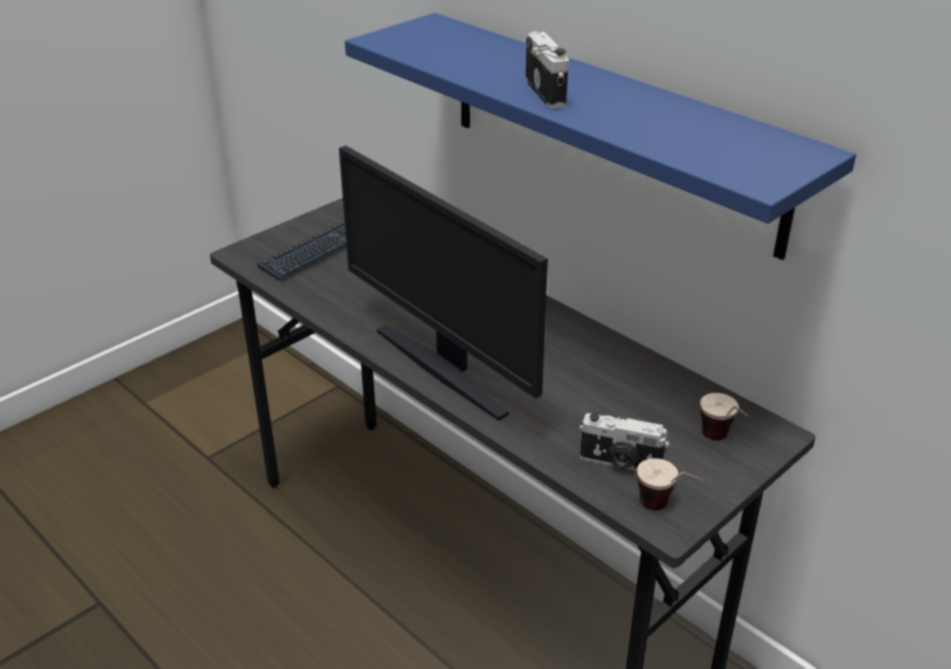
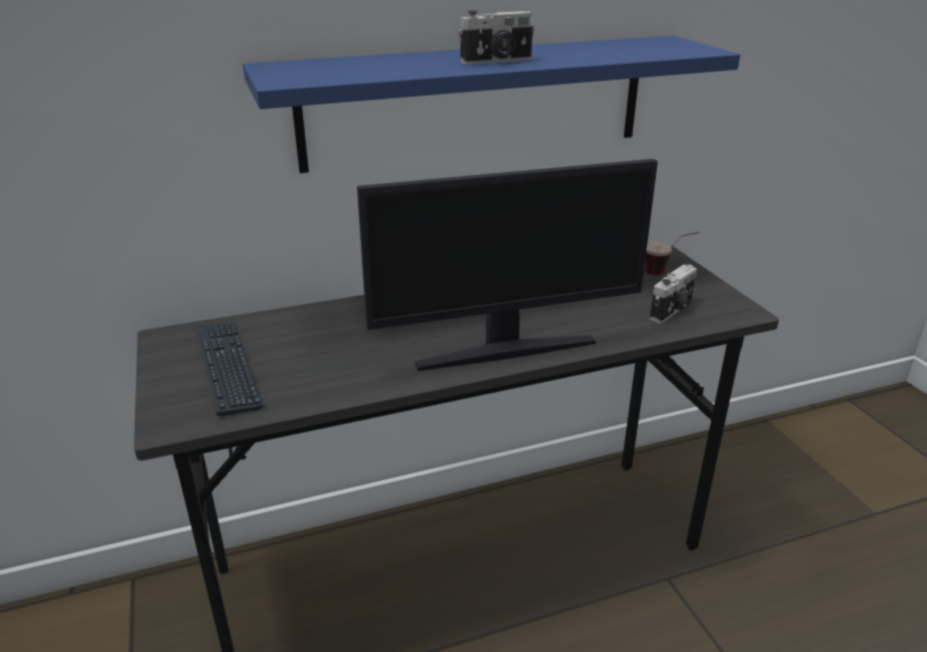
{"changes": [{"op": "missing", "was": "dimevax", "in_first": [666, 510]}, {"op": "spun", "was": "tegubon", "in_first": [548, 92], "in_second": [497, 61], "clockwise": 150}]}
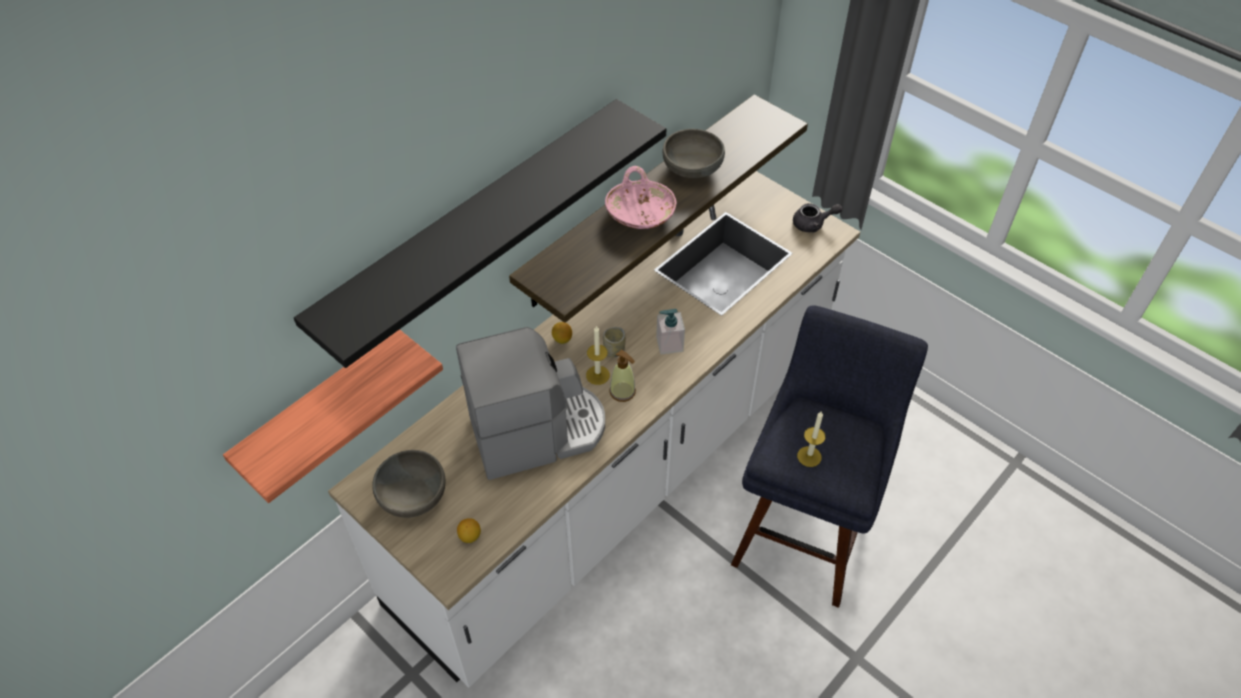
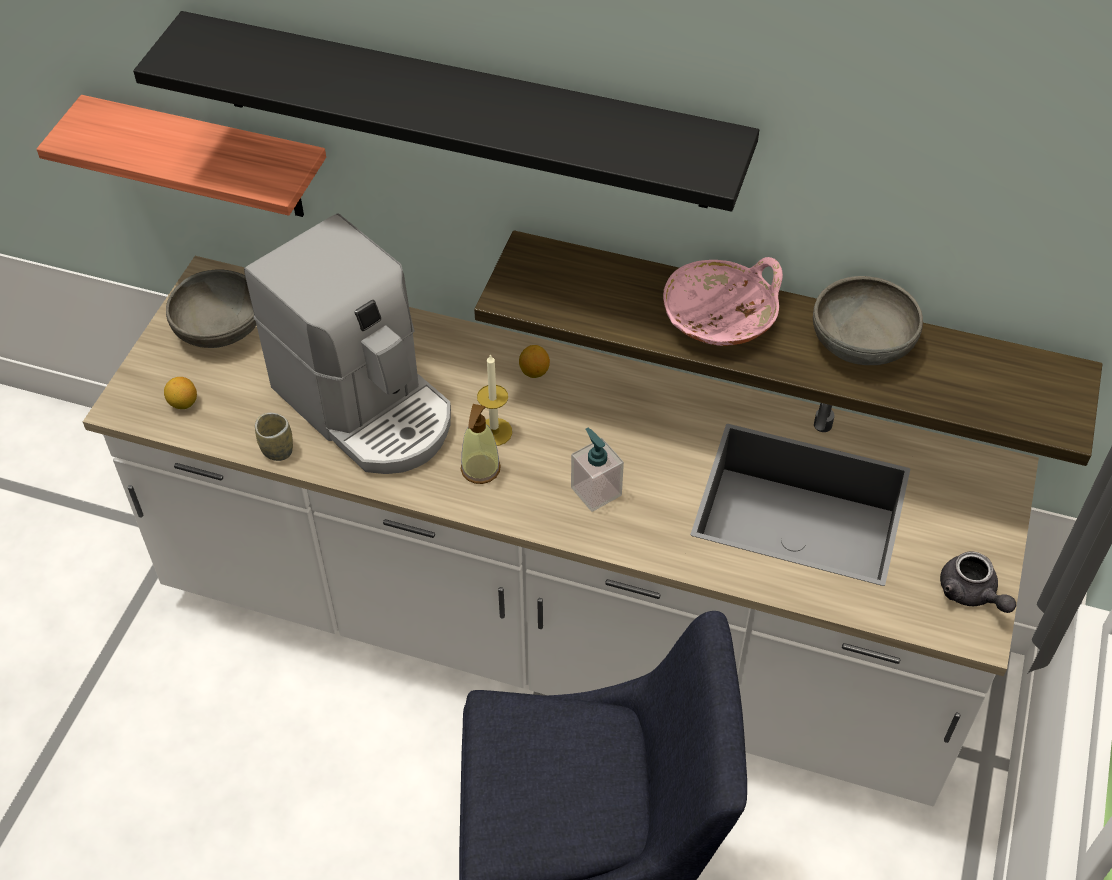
{"changes": [{"op": "missing", "was": "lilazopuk", "in_first": [809, 456]}, {"op": "relocated", "was": "dimevax", "in_first": [614, 351], "in_second": [277, 450]}]}
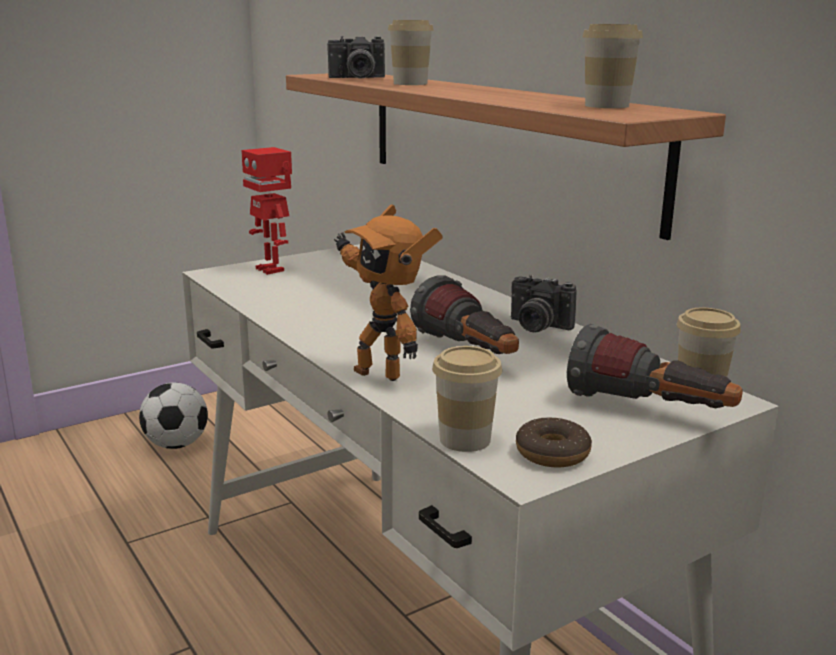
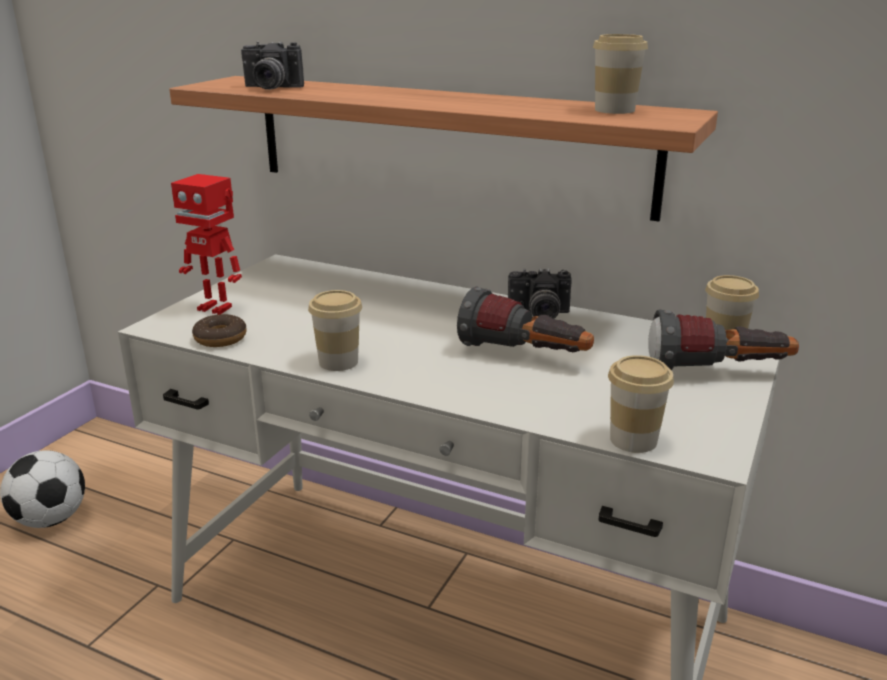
{"changes": [{"op": "missing", "was": "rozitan", "in_first": [380, 372]}, {"op": "relocated", "was": "dimevax", "in_first": [410, 83], "in_second": [338, 362]}, {"op": "relocated", "was": "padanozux", "in_first": [552, 453], "in_second": [220, 338]}, {"op": "spun", "was": "tegubon", "in_first": [356, 78], "in_second": [270, 88], "clockwise": 45}]}
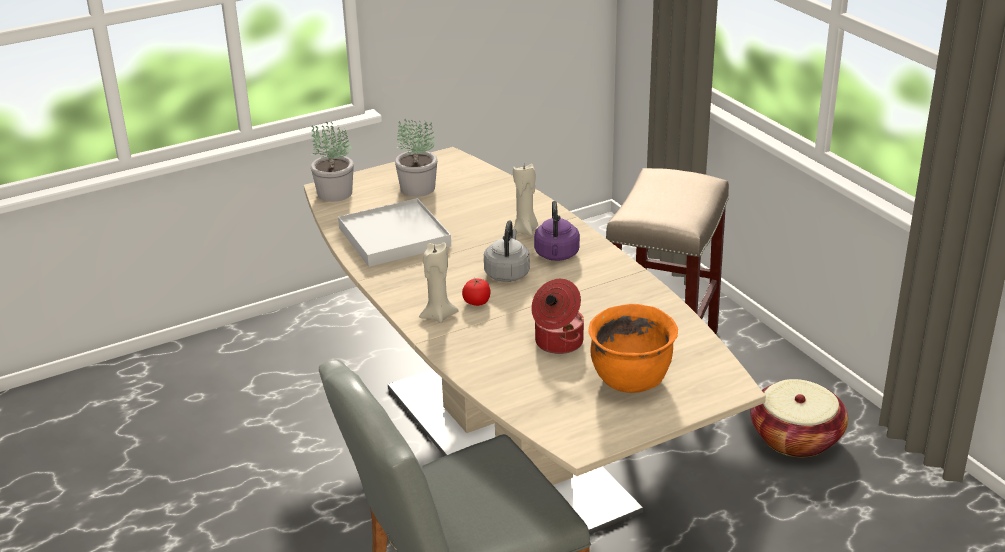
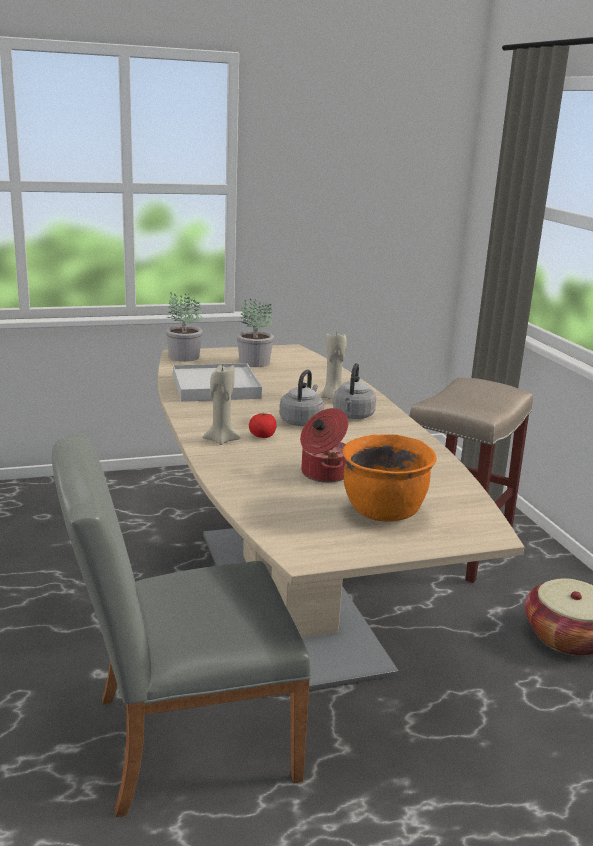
{"changes": [{"op": "colour", "was": "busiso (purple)", "now": "busiso (grey)", "in_first": [556, 255], "in_second": [353, 416]}]}
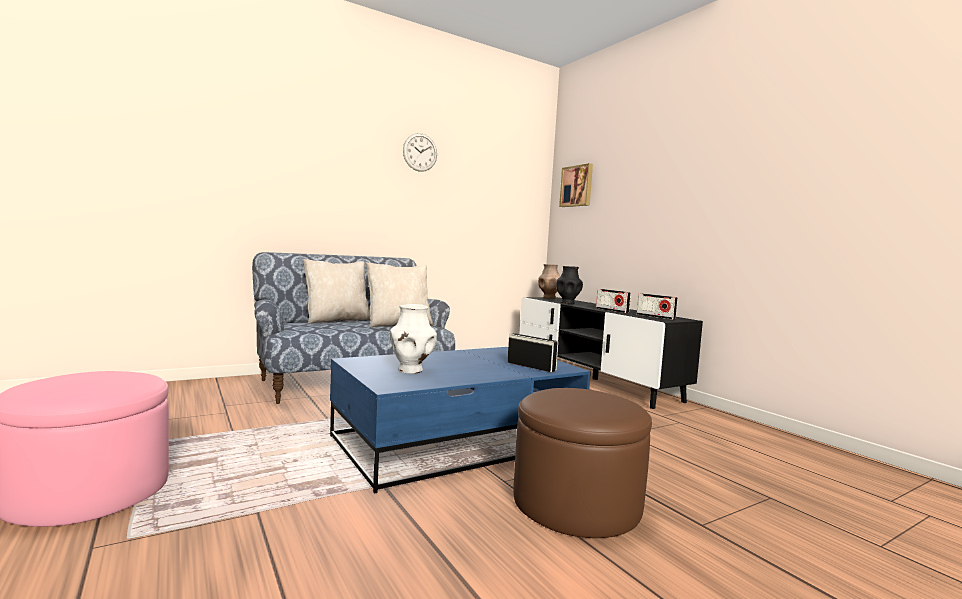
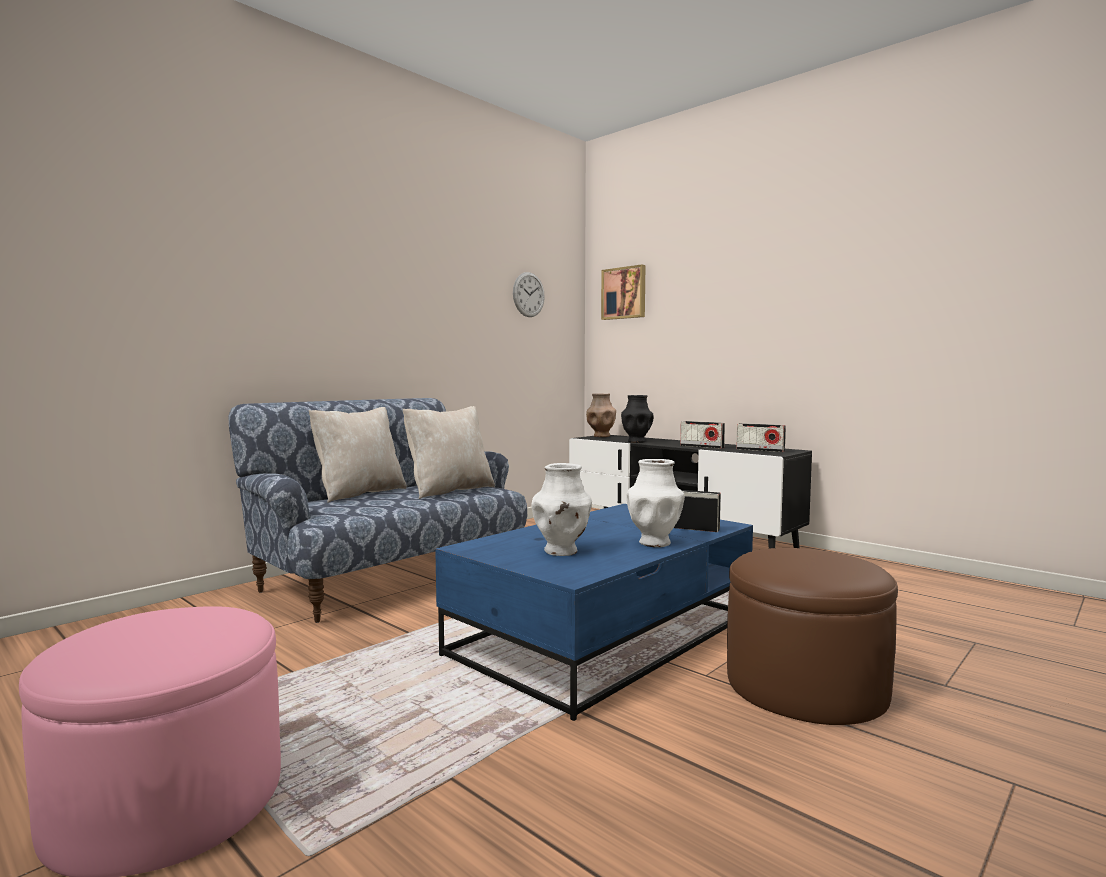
{"changes": [{"op": "appeared", "now": "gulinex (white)", "in_second": [654, 543]}, {"op": "relocated", "was": "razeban", "in_first": [420, 152], "in_second": [528, 294]}]}
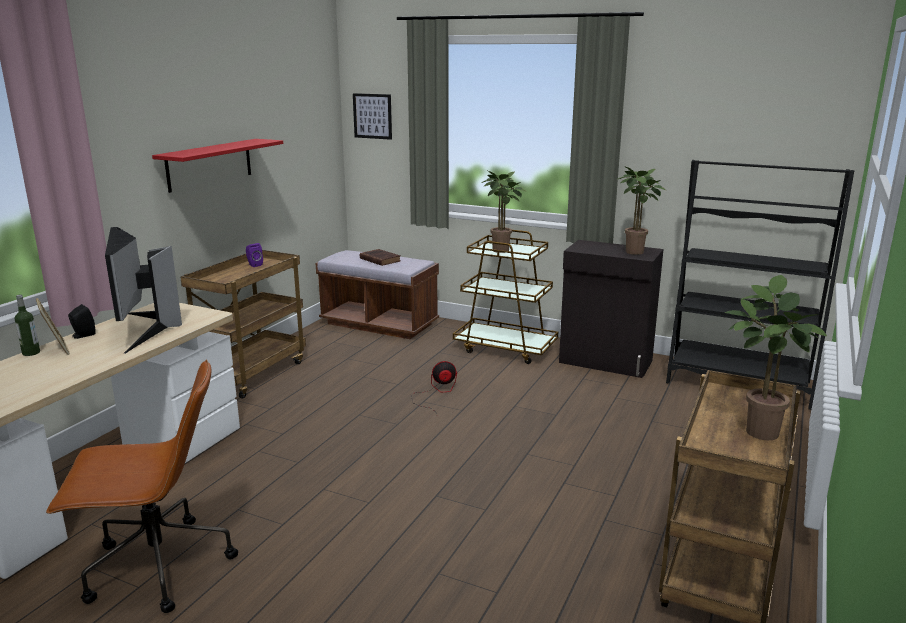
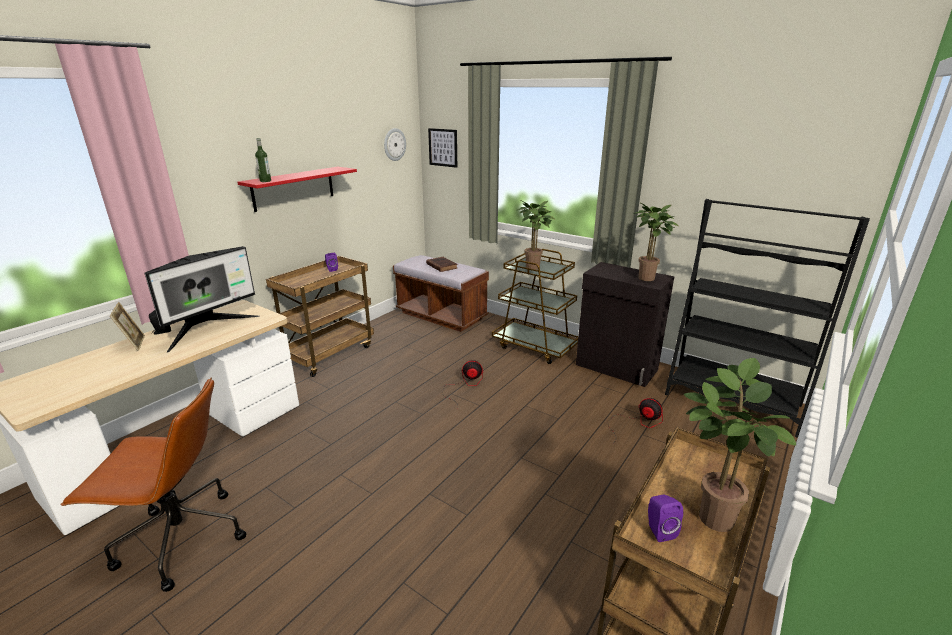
{"changes": [{"op": "appeared", "now": "razeban", "in_second": [394, 144]}, {"op": "appeared", "now": "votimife", "in_second": [636, 423]}, {"op": "appeared", "now": "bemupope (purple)", "in_second": [658, 530]}, {"op": "relocated", "was": "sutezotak", "in_first": [31, 353], "in_second": [265, 181]}, {"op": "spun", "was": "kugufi", "in_first": [143, 330], "in_second": [209, 329], "clockwise": -135}]}
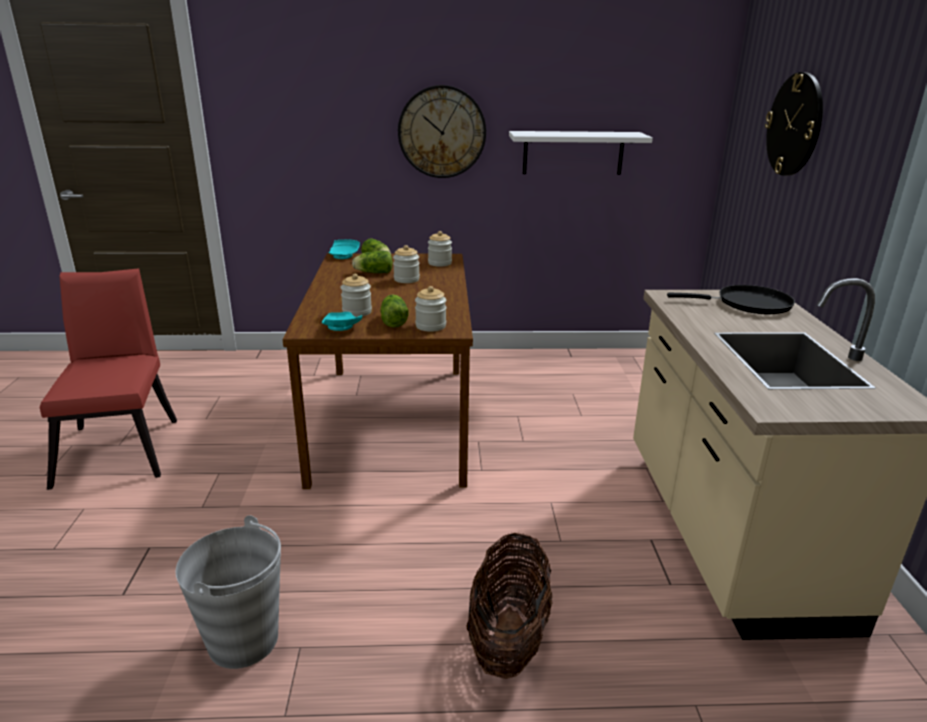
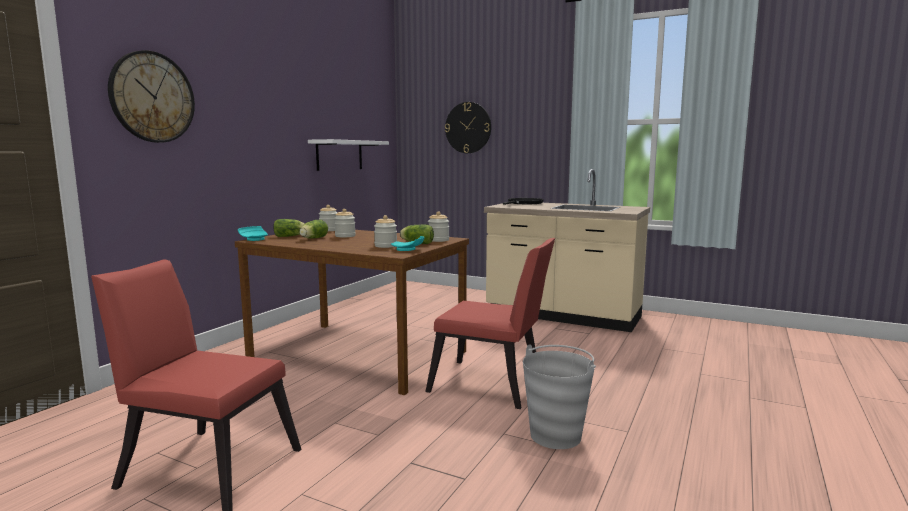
{"changes": [{"op": "missing", "was": "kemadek", "in_first": [508, 637]}, {"op": "appeared", "now": "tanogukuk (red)", "in_second": [493, 385]}, {"op": "relocated", "was": "razeban", "in_first": [442, 132], "in_second": [152, 97]}]}
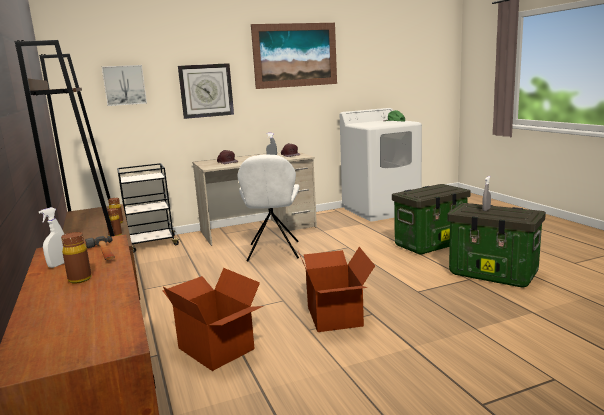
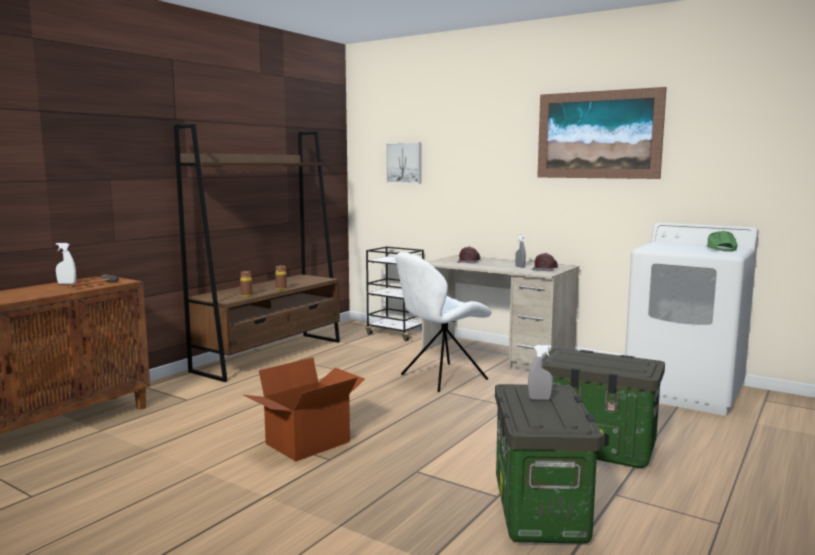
{"changes": [{"op": "missing", "was": "sutezotak (brown)", "in_first": [80, 279]}, {"op": "missing", "was": "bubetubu", "in_first": [217, 348]}, {"op": "missing", "was": "razeban", "in_first": [206, 90]}]}
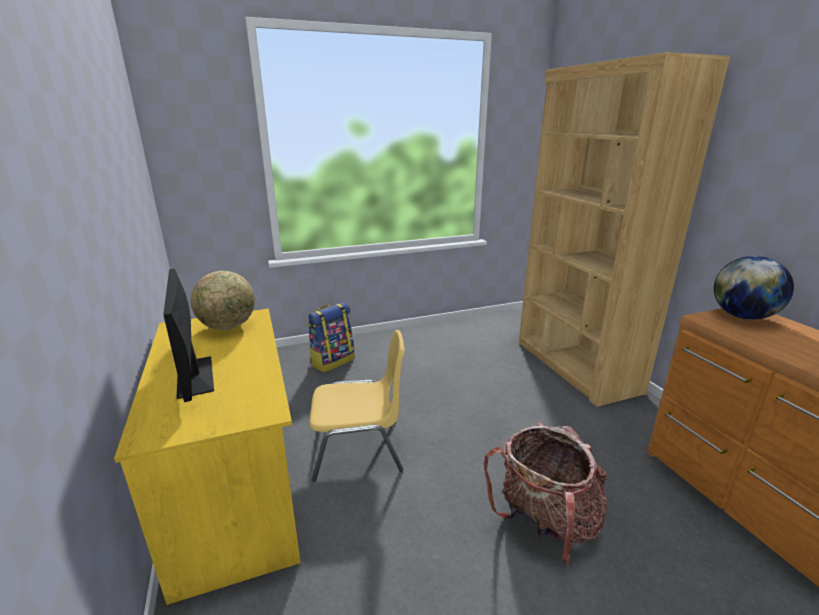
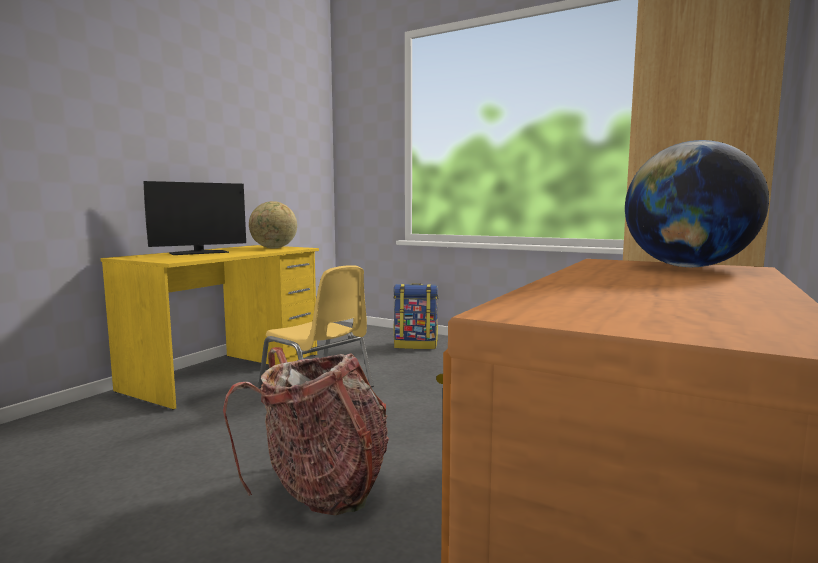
{"changes": [{"op": "spun", "was": "kugufi", "in_first": [195, 376], "in_second": [199, 253], "clockwise": -150}]}
